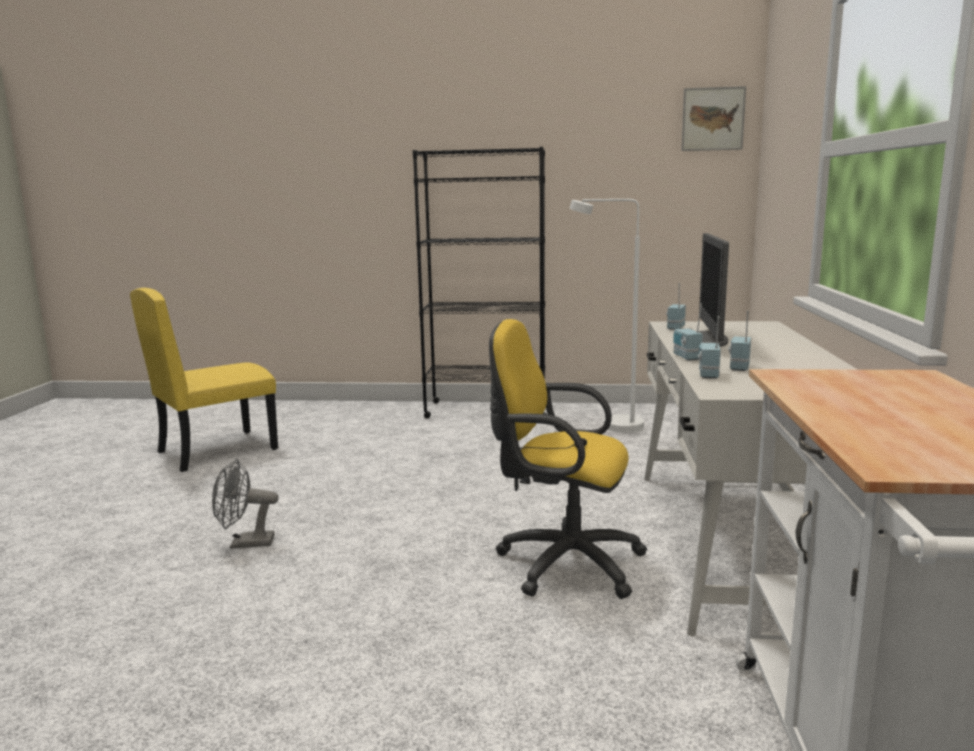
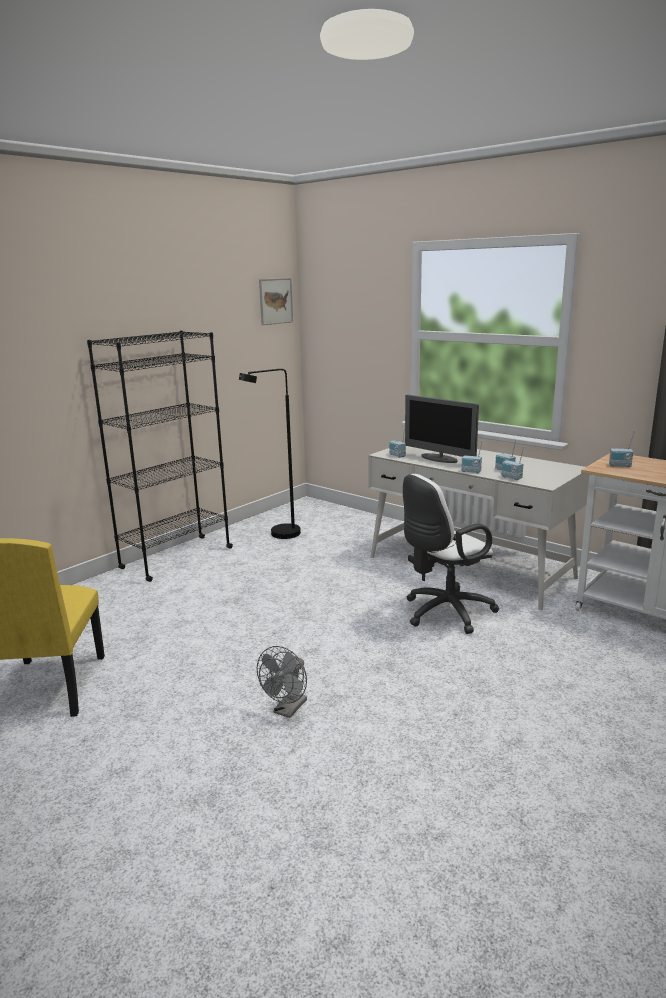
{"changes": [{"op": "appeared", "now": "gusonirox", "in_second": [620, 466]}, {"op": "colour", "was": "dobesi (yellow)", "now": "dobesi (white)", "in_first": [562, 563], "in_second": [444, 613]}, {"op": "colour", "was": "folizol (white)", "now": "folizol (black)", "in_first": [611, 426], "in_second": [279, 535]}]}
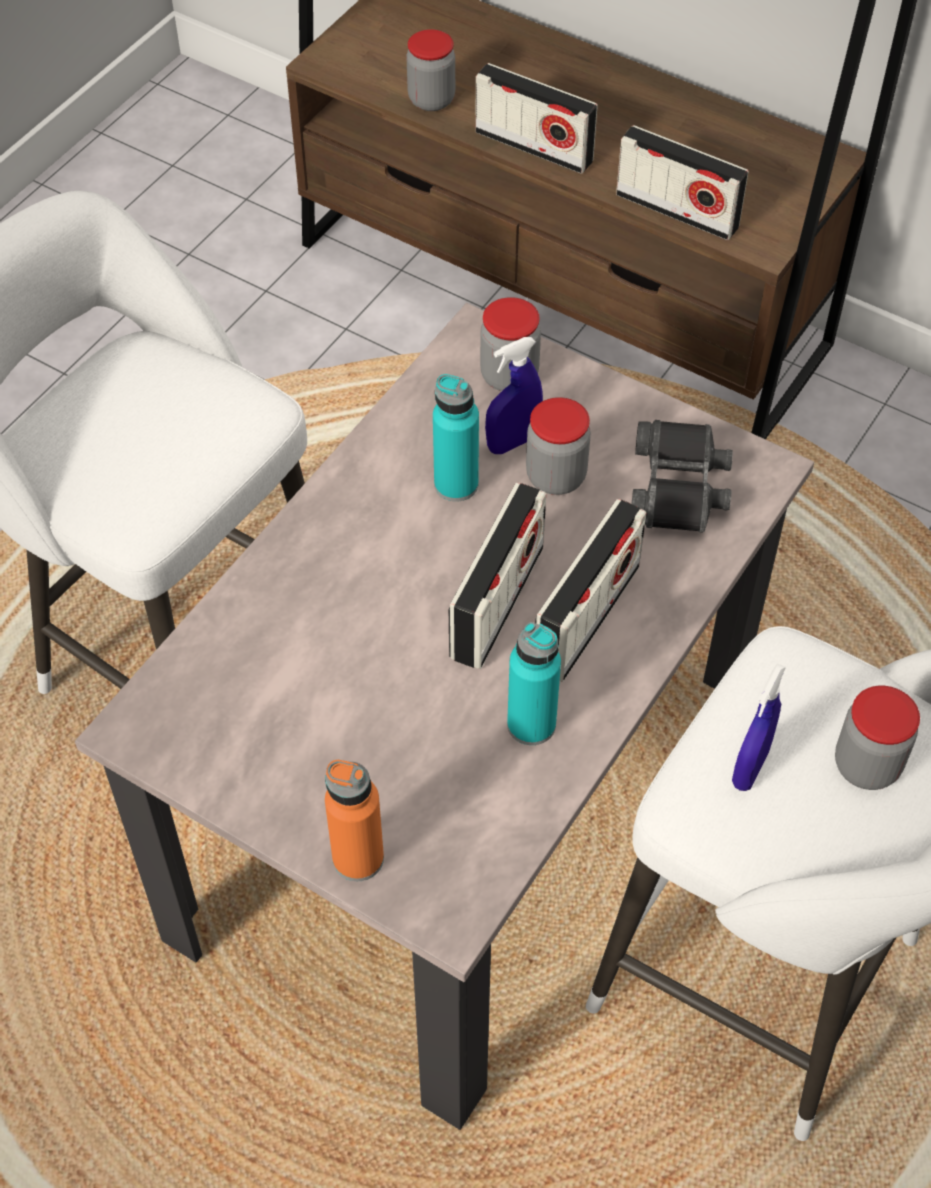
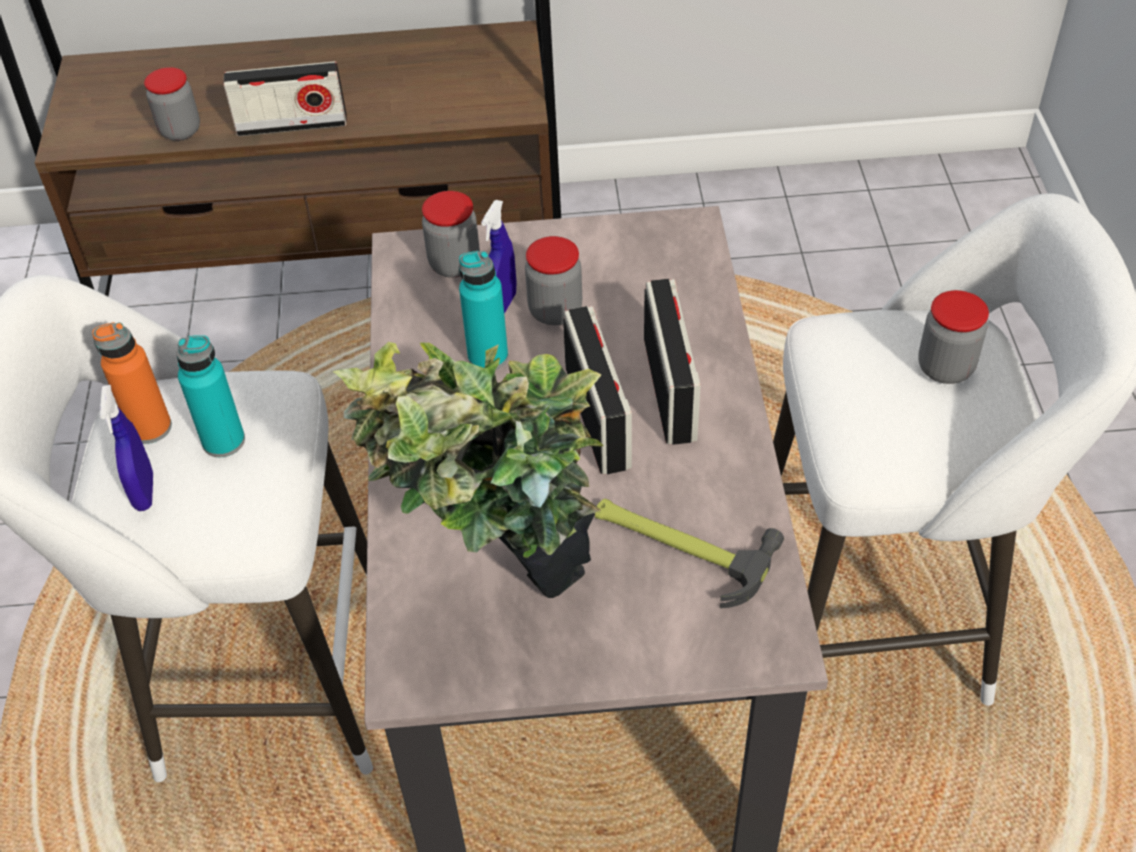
{"changes": [{"op": "missing", "was": "gusonirox", "in_first": [677, 211]}, {"op": "missing", "was": "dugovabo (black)", "in_first": [679, 487]}, {"op": "appeared", "now": "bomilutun", "in_second": [506, 607]}, {"op": "appeared", "now": "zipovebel", "in_second": [679, 545]}, {"op": "relocated", "was": "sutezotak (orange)", "in_first": [358, 858], "in_second": [150, 428]}, {"op": "relocated", "was": "sutezotak (turquoise)", "in_first": [531, 724], "in_second": [223, 441]}, {"op": "relocated", "was": "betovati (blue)", "in_first": [750, 768], "in_second": [144, 492]}]}
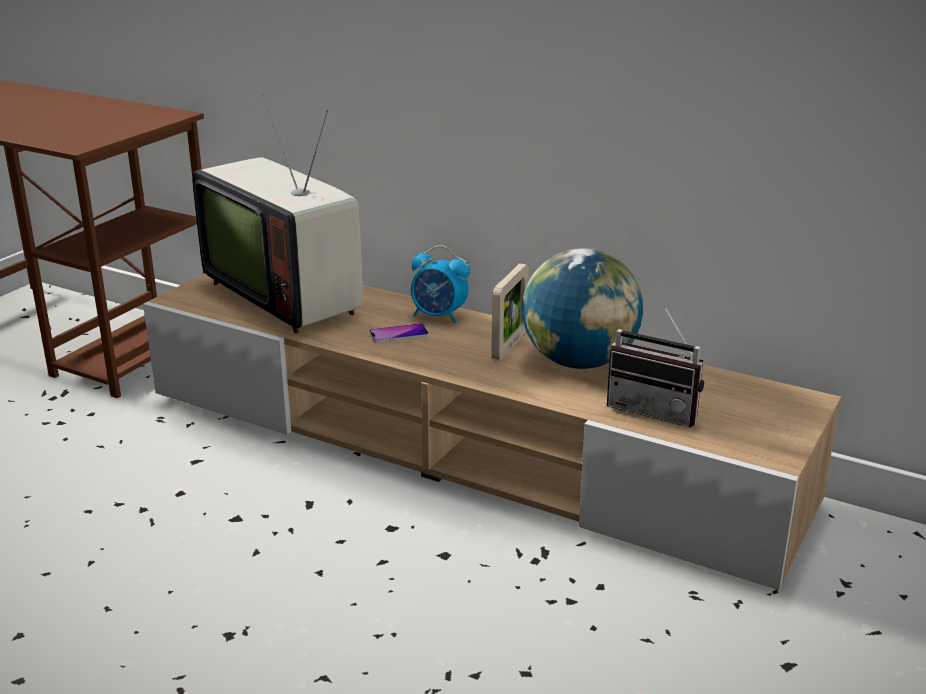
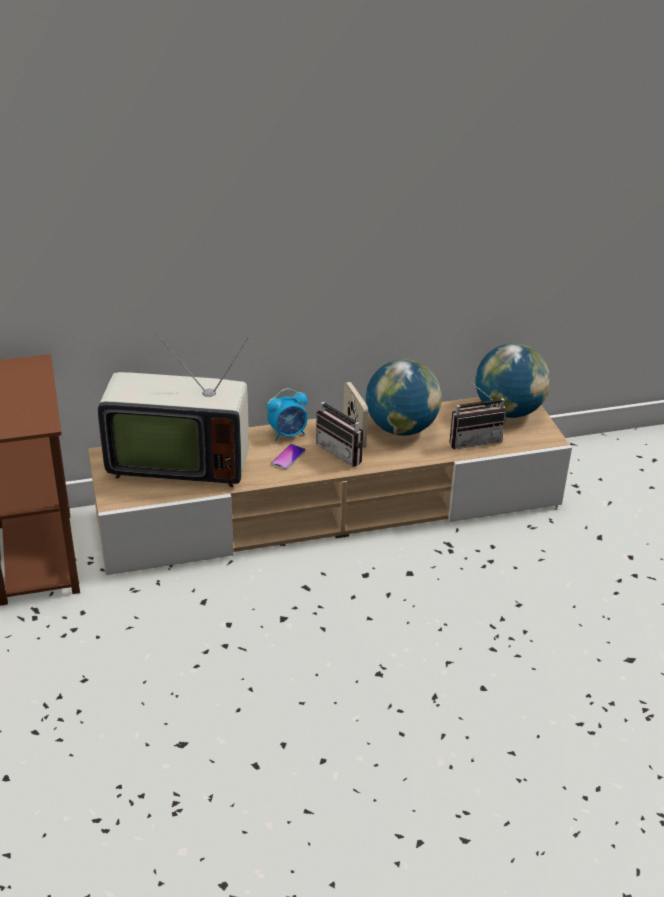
{"changes": [{"op": "appeared", "now": "gusonirox", "in_second": [343, 451]}, {"op": "appeared", "now": "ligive", "in_second": [508, 411]}]}
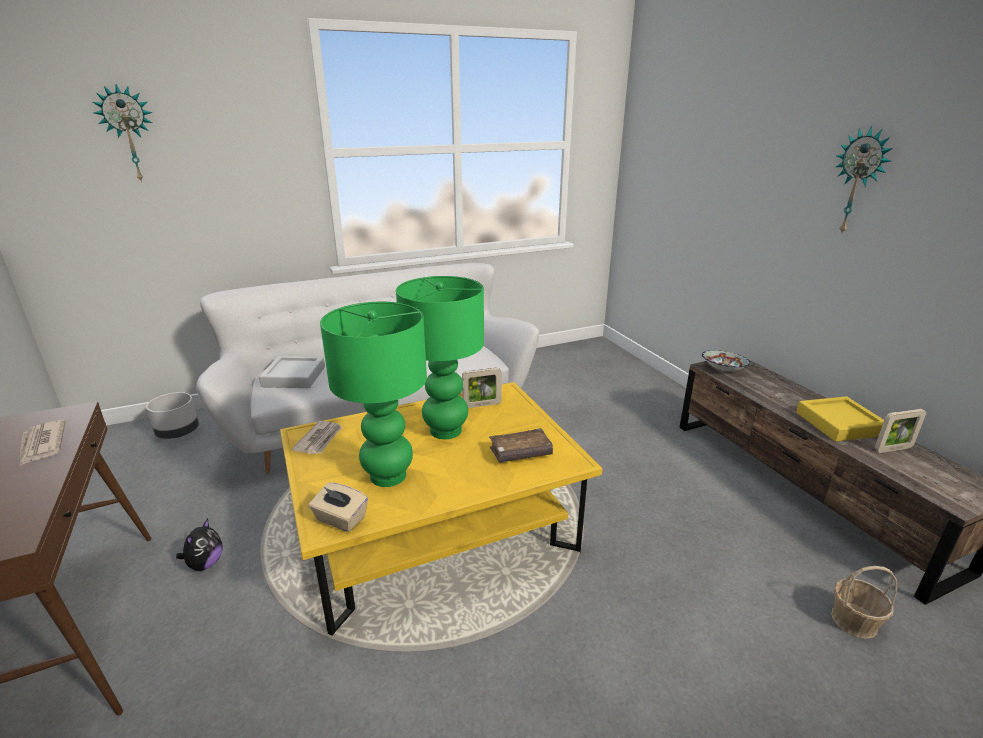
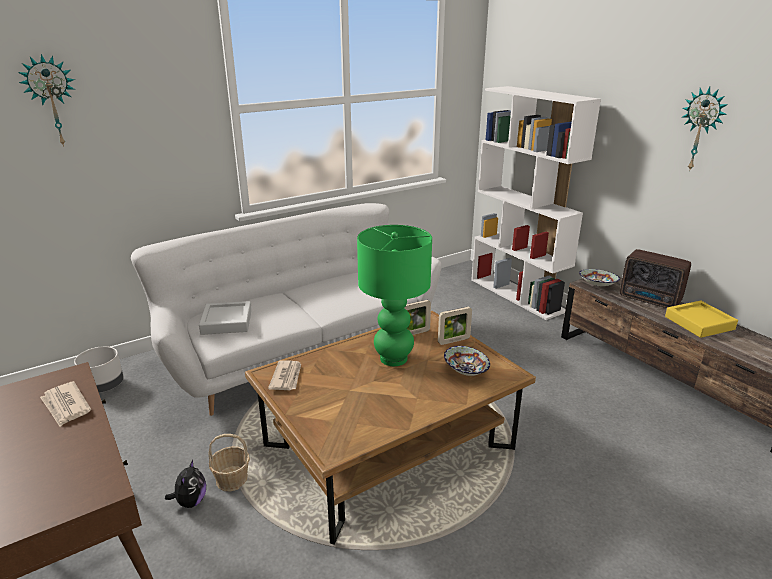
{"changes": [{"op": "missing", "was": "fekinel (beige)", "in_first": [340, 519]}, {"op": "missing", "was": "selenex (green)", "in_first": [387, 476]}, {"op": "appeared", "now": "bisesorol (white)", "in_second": [517, 295]}, {"op": "appeared", "now": "gusonirox", "in_second": [650, 300]}, {"op": "relocated", "was": "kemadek", "in_first": [853, 621], "in_second": [232, 479]}, {"op": "relocated", "was": "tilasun", "in_first": [893, 449], "in_second": [453, 341]}, {"op": "exchanged", "was": "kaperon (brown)", "now": "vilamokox", "in_first": [520, 453], "in_second": [465, 371]}, {"op": "colour", "was": "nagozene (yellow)", "now": "nagozene (brown)", "in_first": [437, 531], "in_second": [389, 447]}]}
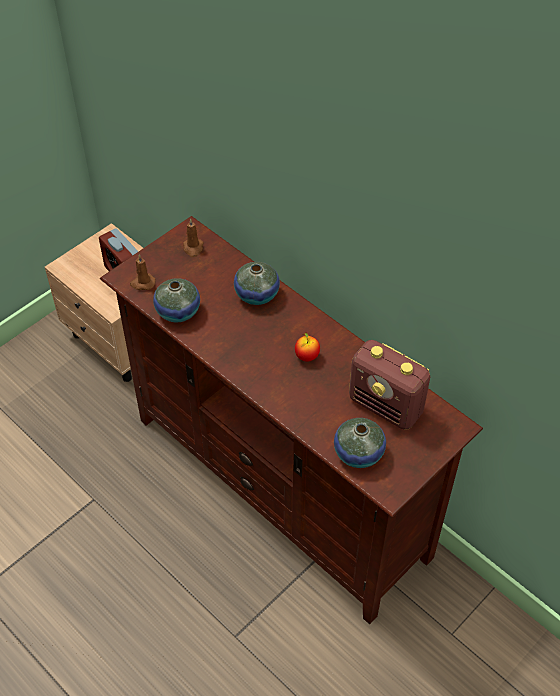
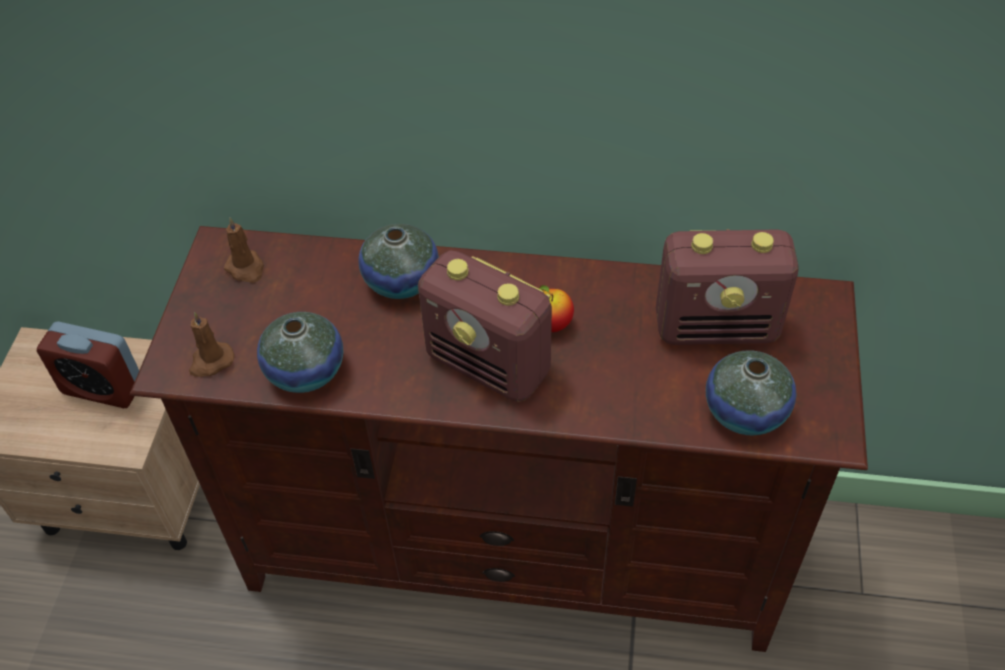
{"changes": [{"op": "appeared", "now": "gusonirox", "in_second": [489, 365]}]}
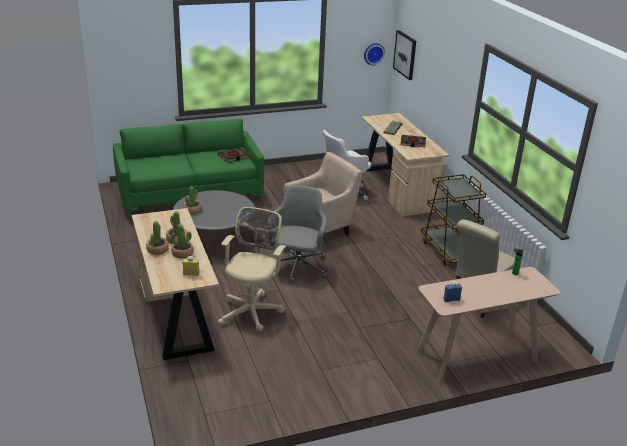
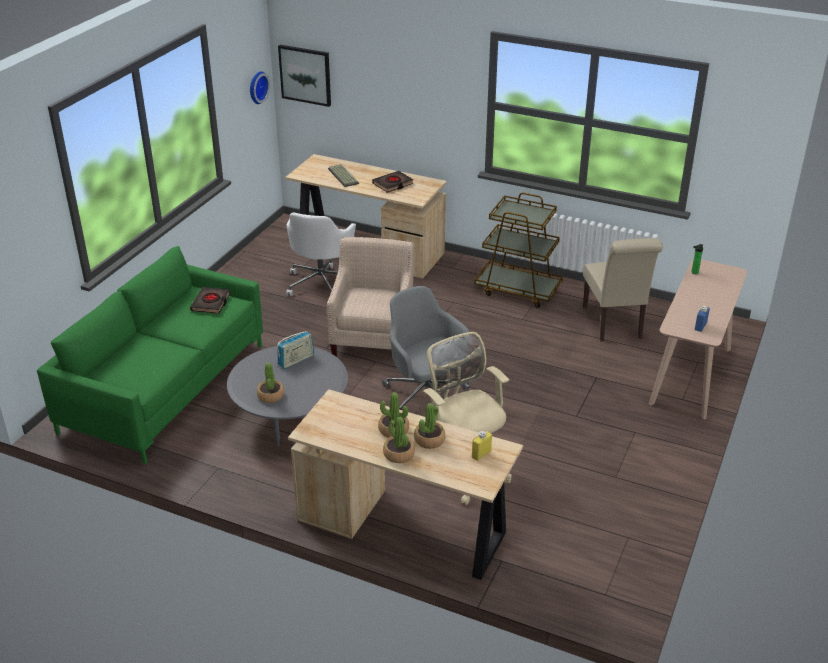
{"changes": [{"op": "appeared", "now": "gusonirox", "in_second": [296, 360]}]}
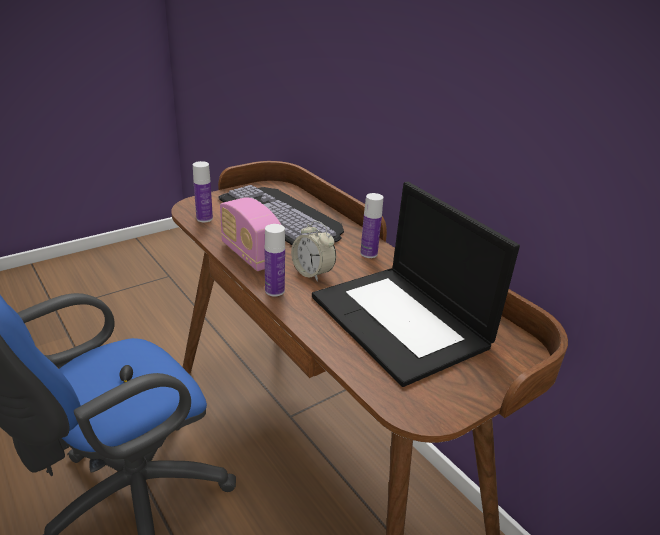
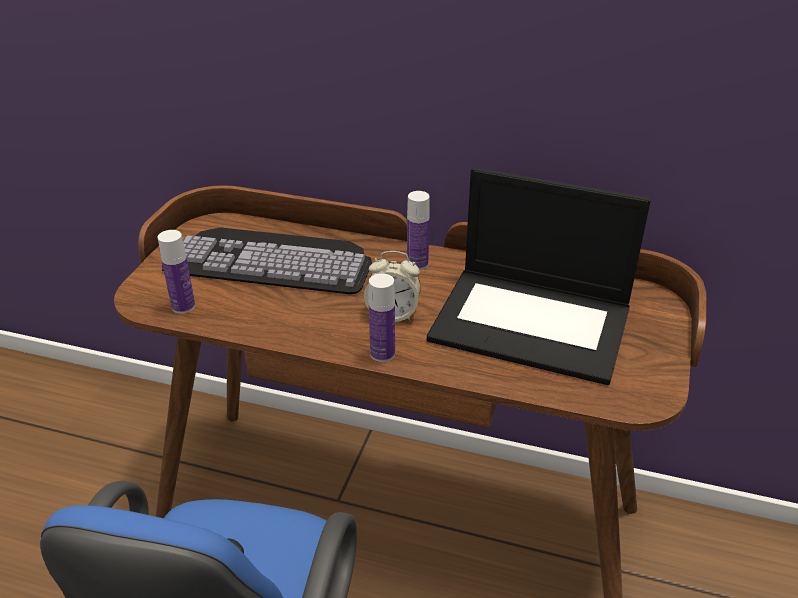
{"changes": [{"op": "missing", "was": "gusonirox", "in_first": [250, 255]}]}
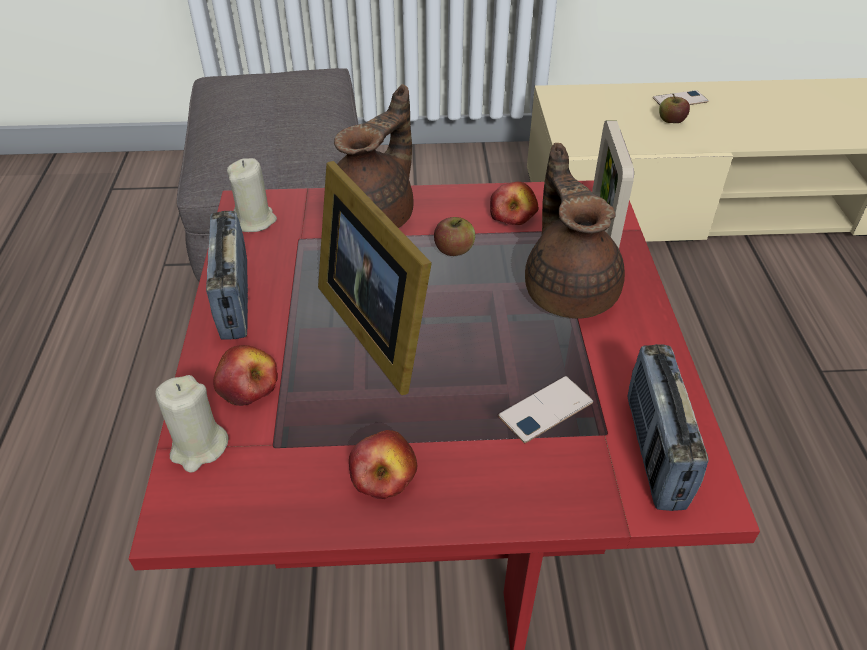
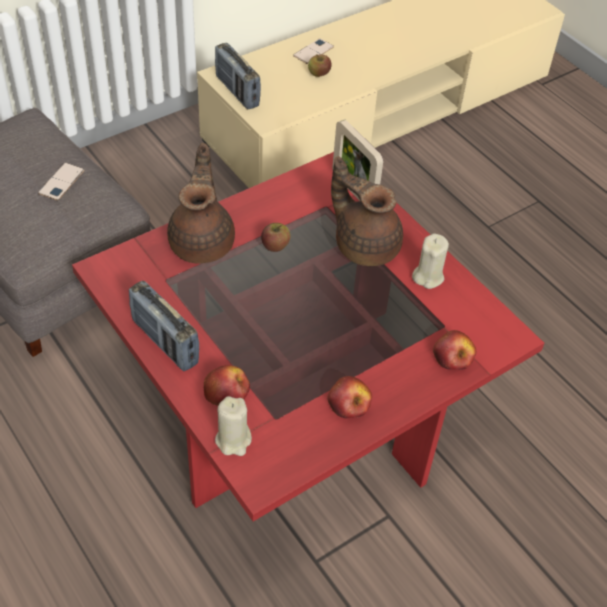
{"changes": [{"op": "missing", "was": "tilasun", "in_first": [378, 325]}, {"op": "relocated", "was": "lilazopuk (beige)", "in_first": [255, 221], "in_second": [428, 276]}, {"op": "relocated", "was": "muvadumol", "in_first": [513, 215], "in_second": [453, 356]}, {"op": "relocated", "was": "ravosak", "in_first": [546, 409], "in_second": [61, 182]}, {"op": "relocated", "was": "gusonirox", "in_first": [654, 451], "in_second": [237, 92]}]}
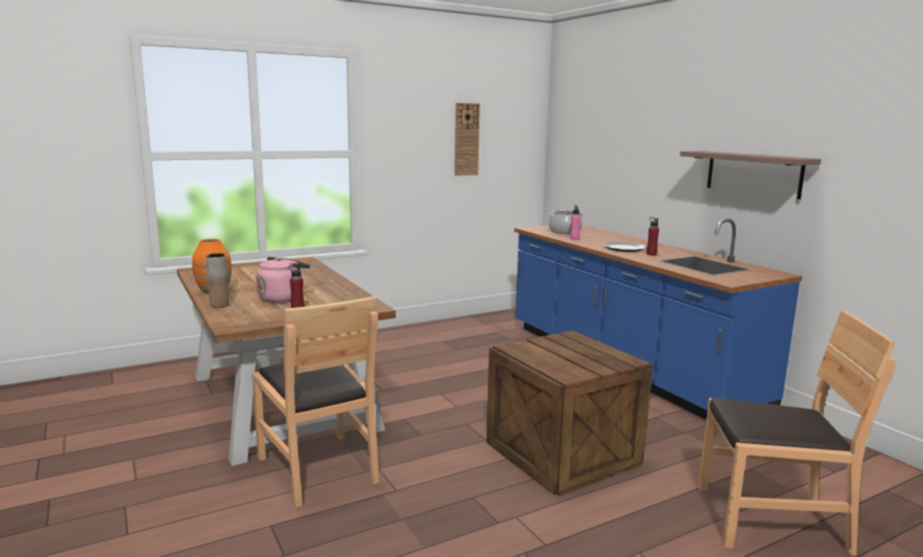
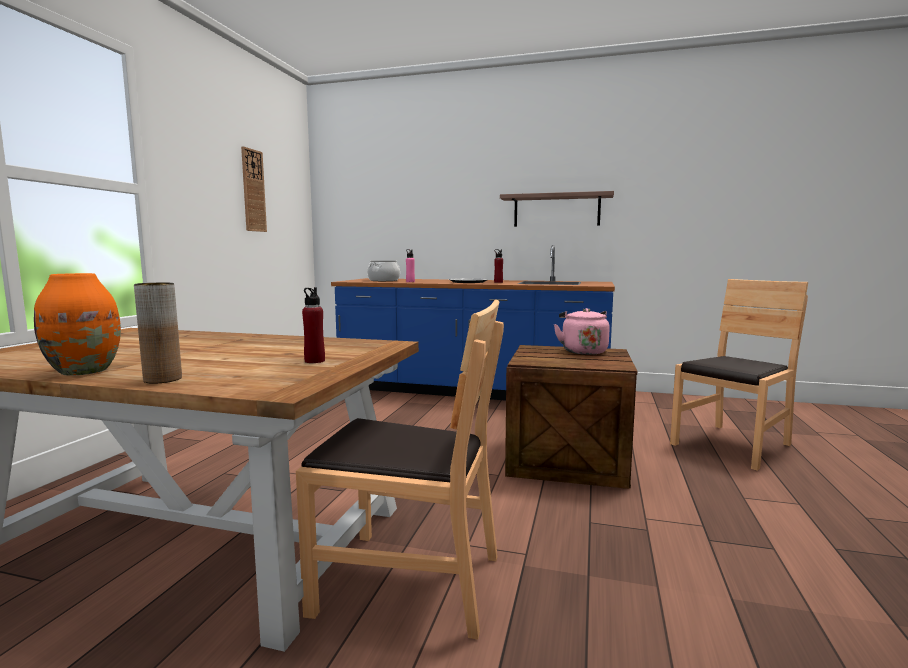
{"changes": [{"op": "relocated", "was": "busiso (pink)", "in_first": [283, 298], "in_second": [582, 351]}]}
